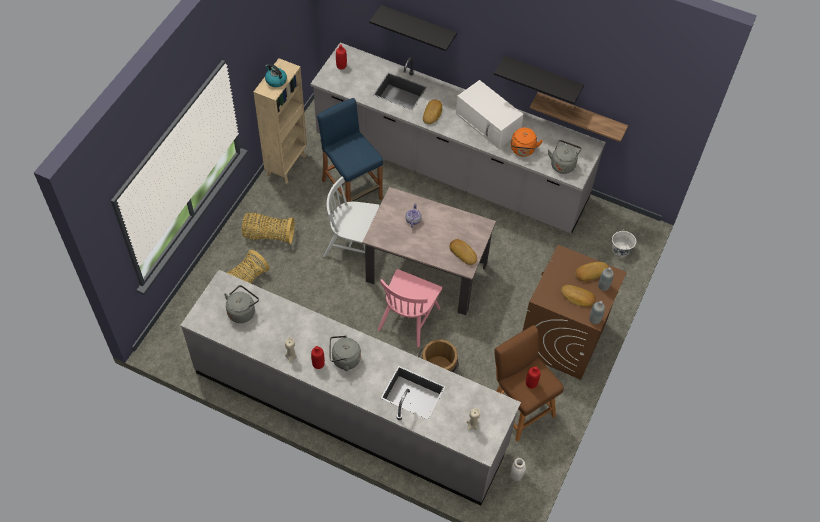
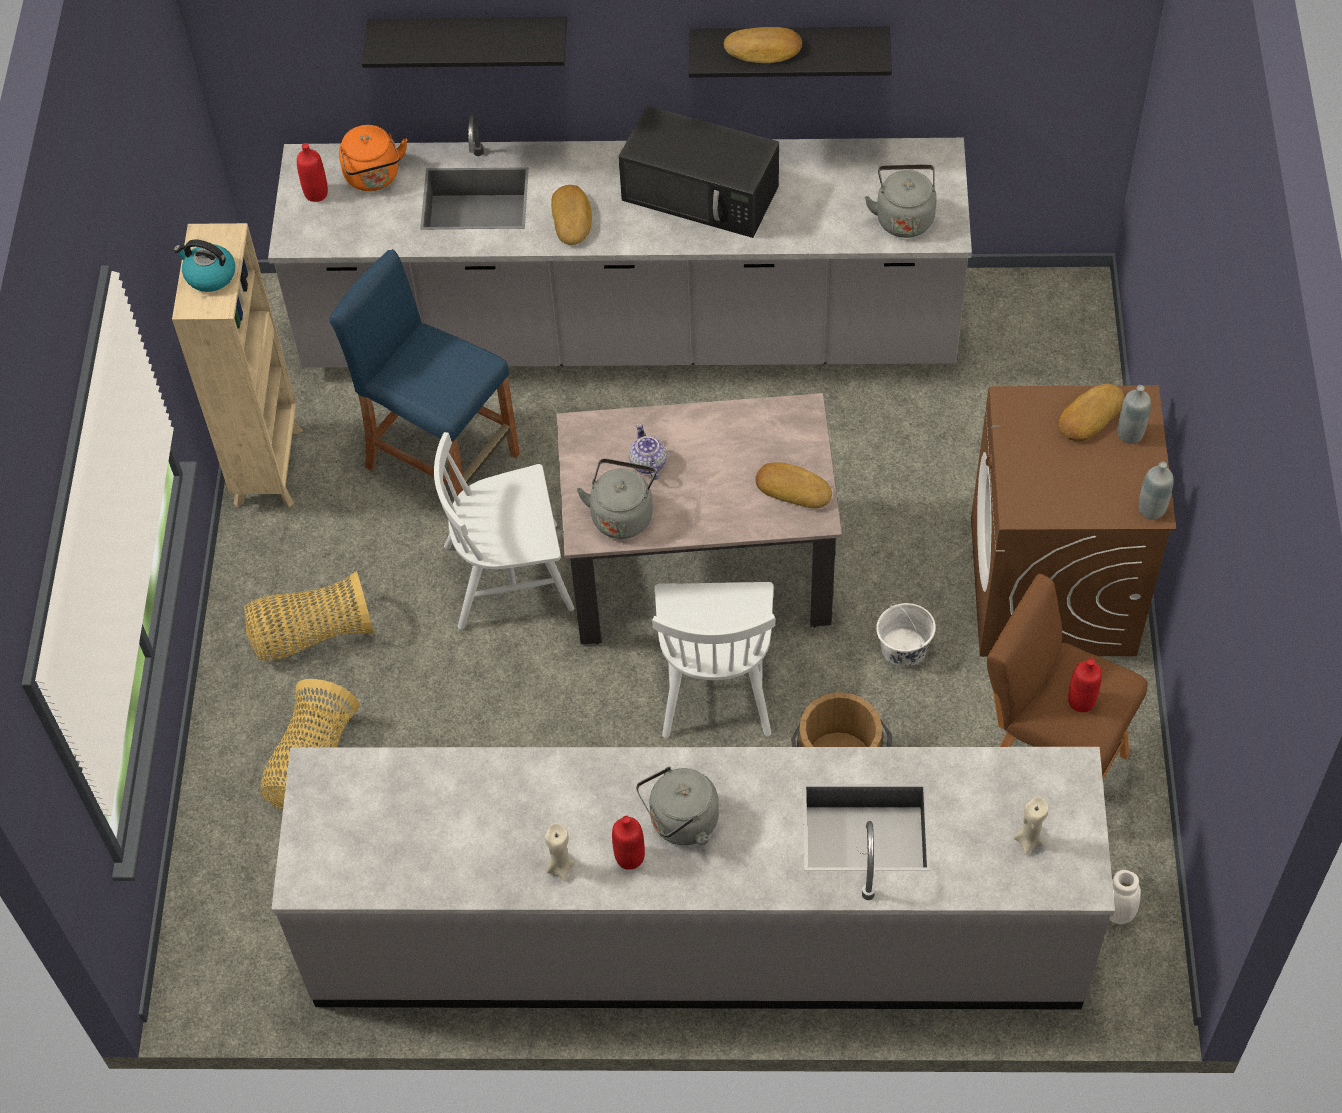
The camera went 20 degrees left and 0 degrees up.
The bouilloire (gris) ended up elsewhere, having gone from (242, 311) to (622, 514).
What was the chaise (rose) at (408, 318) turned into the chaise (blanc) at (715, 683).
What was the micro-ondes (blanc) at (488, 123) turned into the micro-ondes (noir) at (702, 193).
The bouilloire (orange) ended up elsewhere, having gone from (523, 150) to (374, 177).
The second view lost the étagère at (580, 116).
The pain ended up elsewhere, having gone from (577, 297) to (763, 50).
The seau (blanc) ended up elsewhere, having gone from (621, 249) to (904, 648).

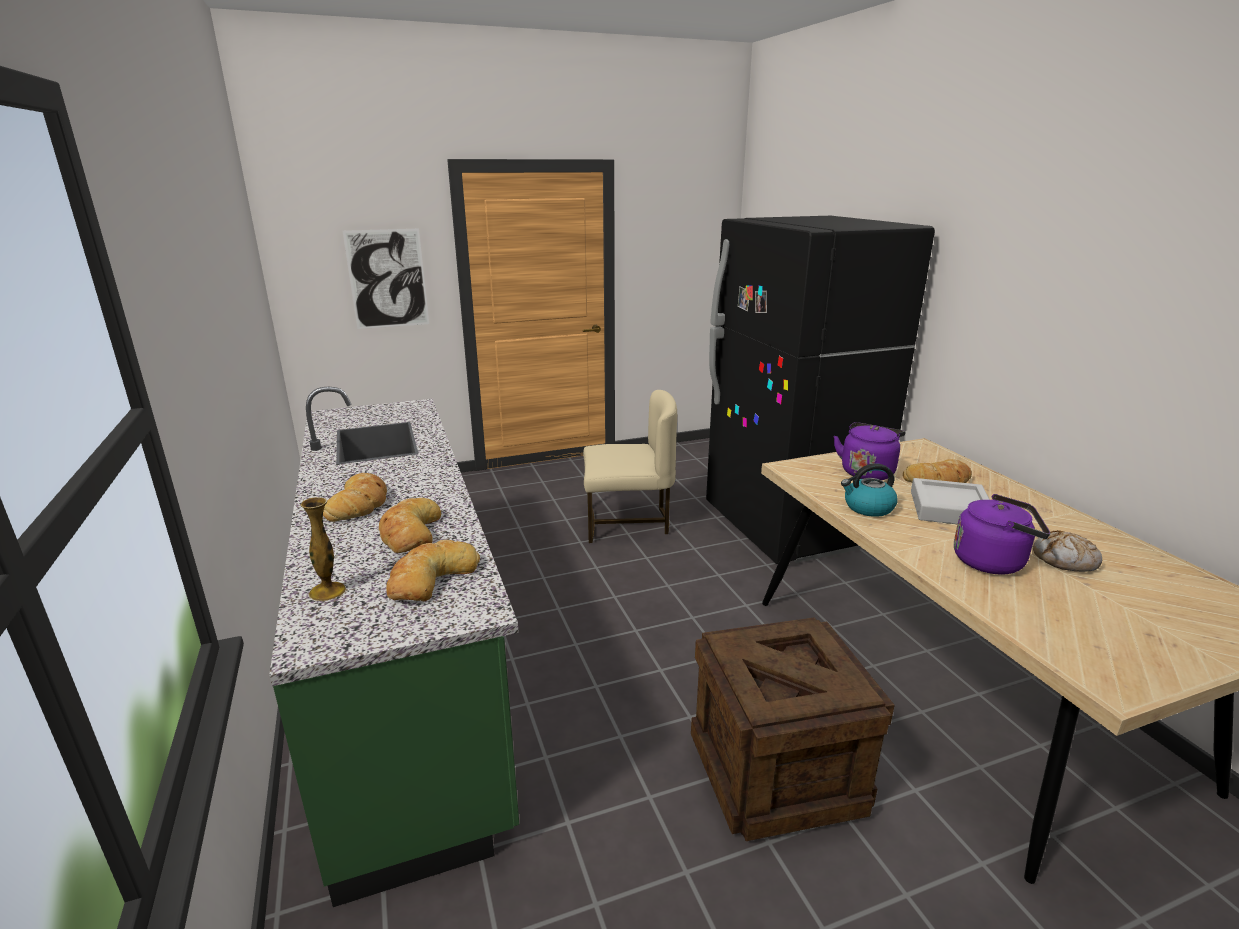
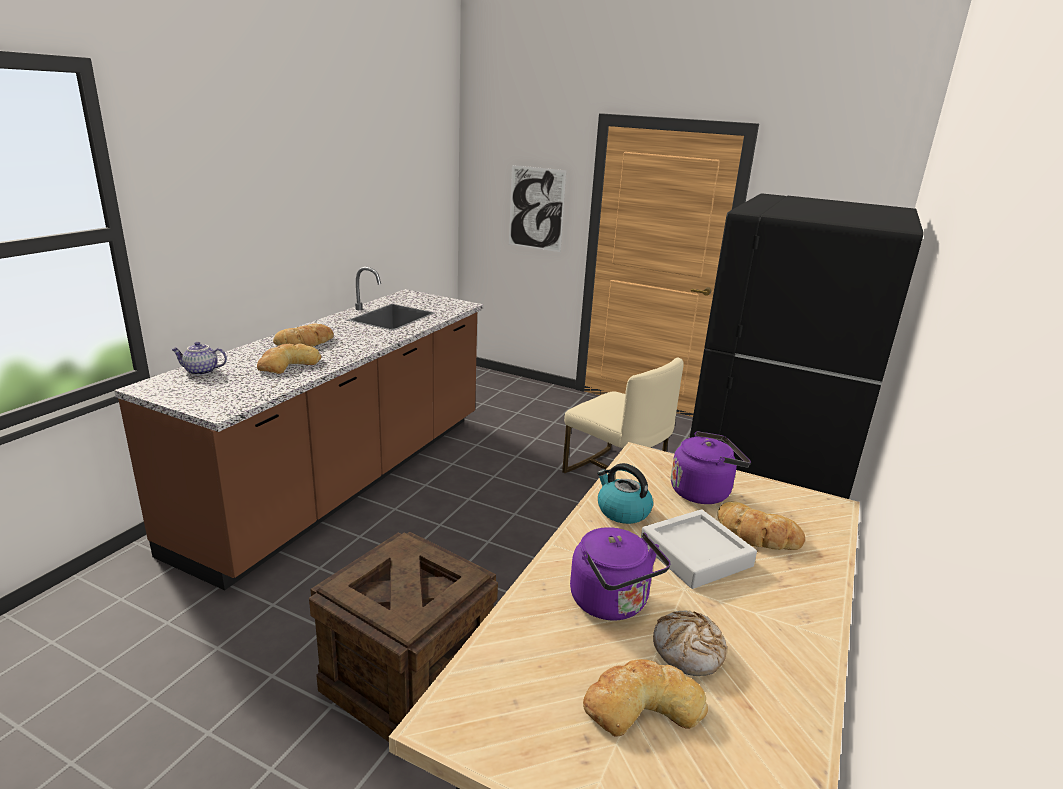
The camera went 45 degrees right and 0 degrees up.
What was the comptoir de cuisine (vert) at (408, 665) turned into the comptoir de cuisine (marron) at (345, 478).
Where the vase stood at (327, 591), the théière came to stand at (201, 371).
The pain ended up elsewhere, having gone from (430, 577) to (641, 704).

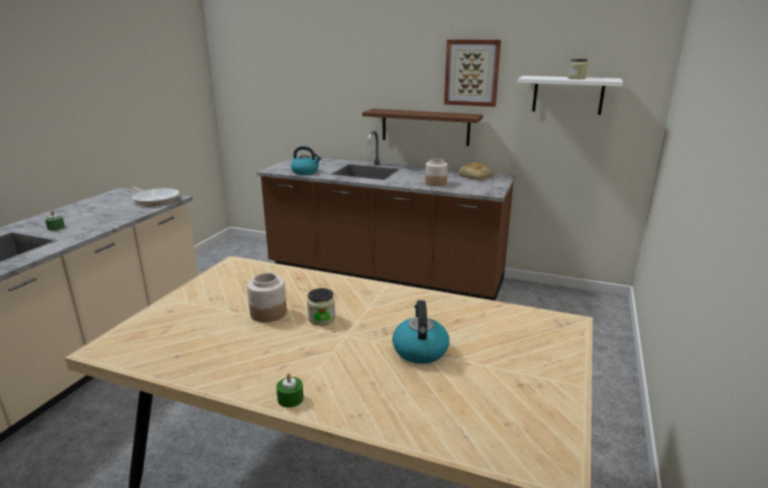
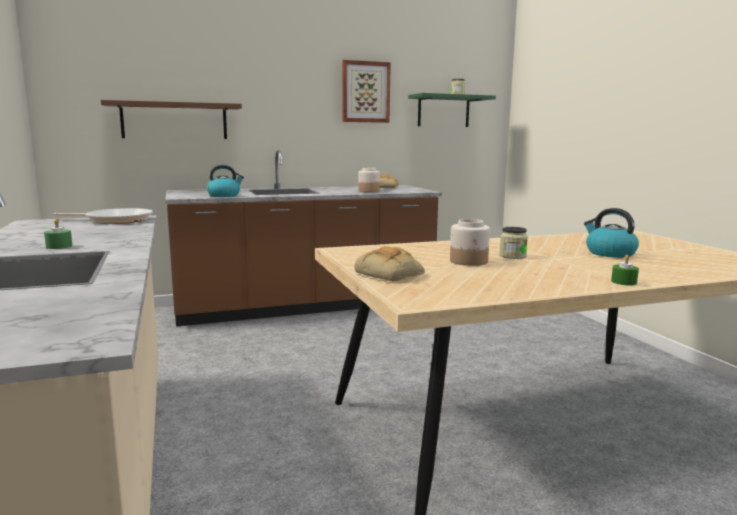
The camera went 40 degrees left and 10 degrees down.
The étagère (marron) ended up elsewhere, having gone from (425, 127) to (174, 121).
What was the étagère (blanc) at (568, 95) turned into the étagère (vert) at (443, 111).
The second view gained the pain at (391, 274).

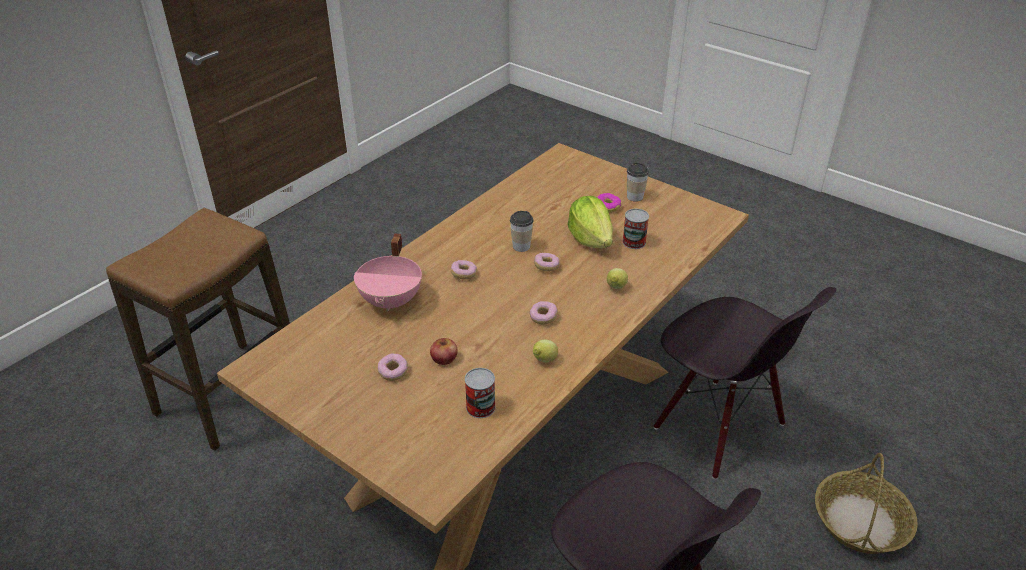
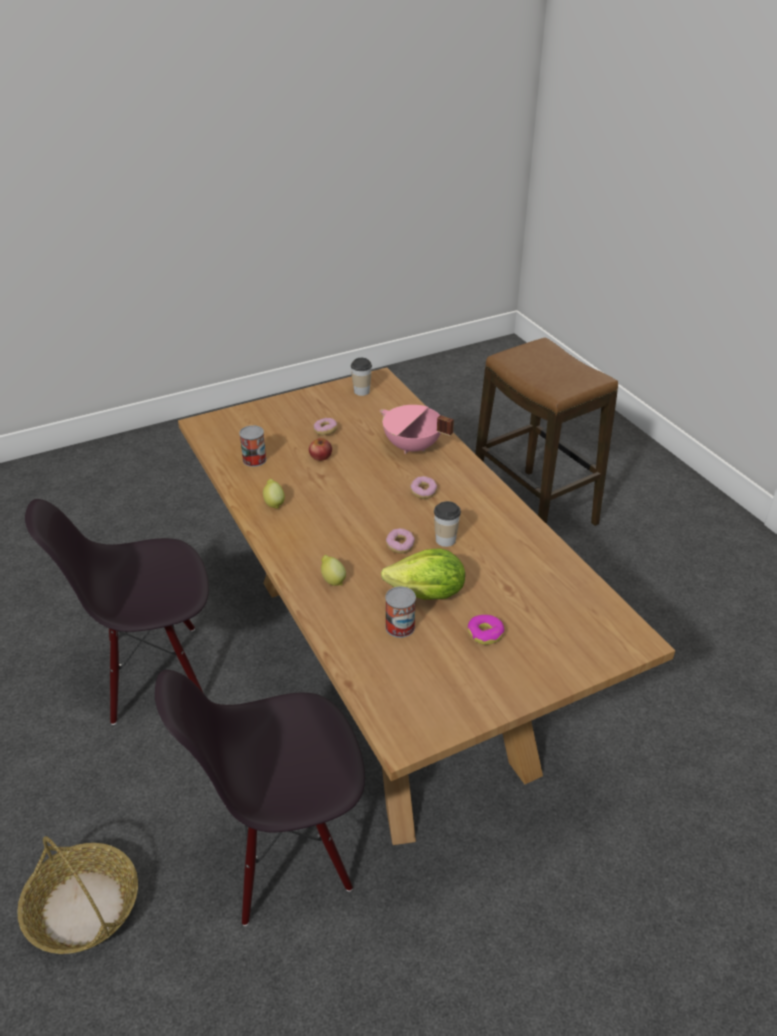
The camera went 115 degrees right and 0 degrees up.
The second view lost the beignet at (543, 317).
The tasse ended up elsewhere, having gone from (635, 197) to (361, 391).

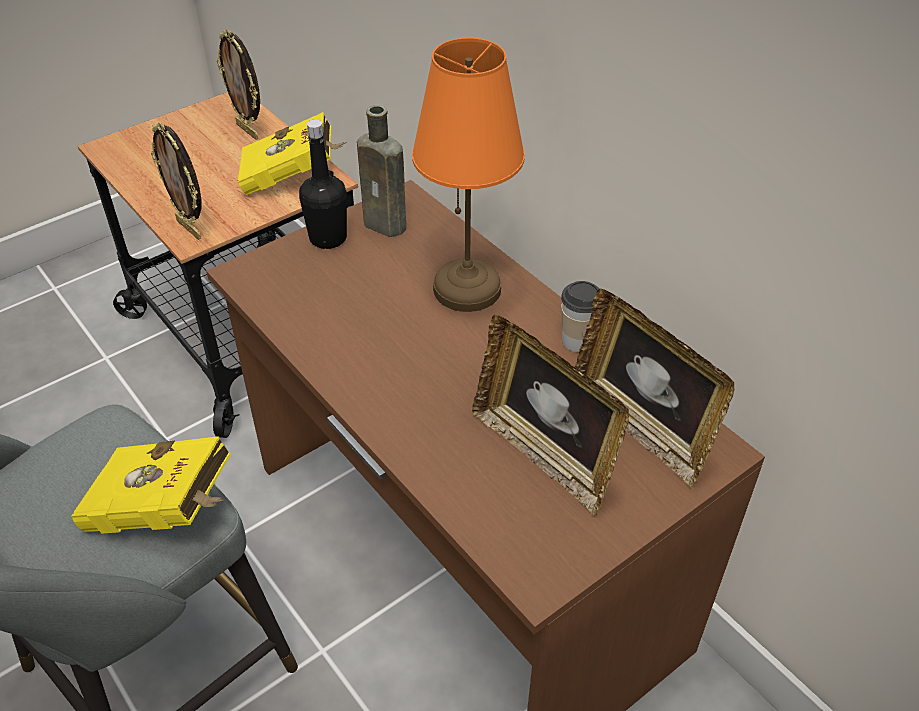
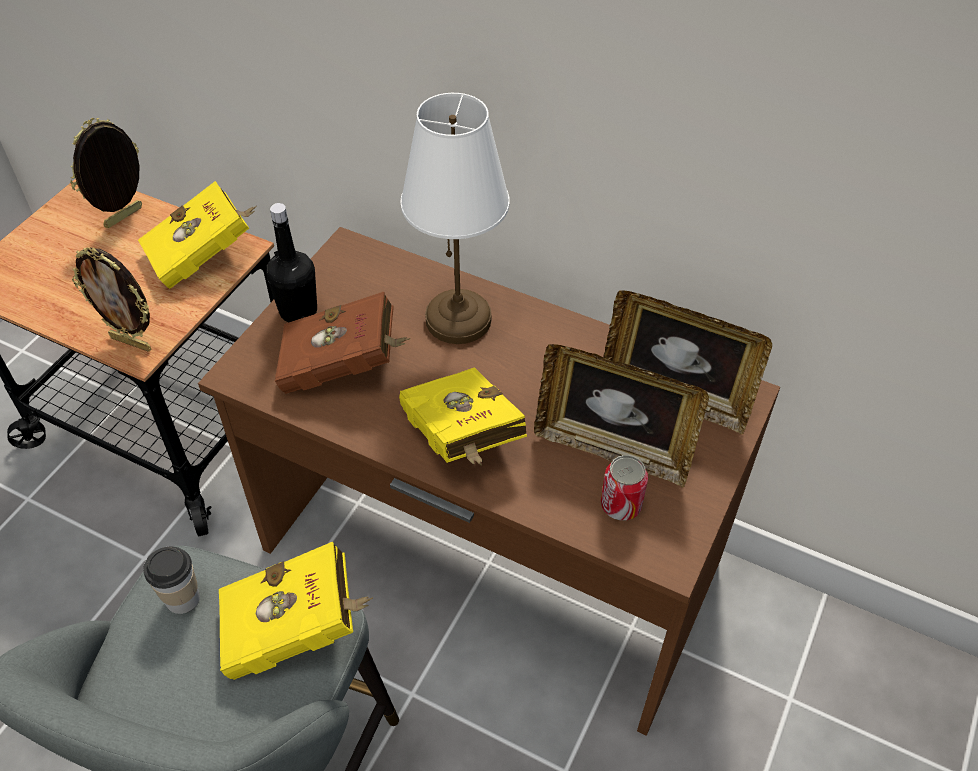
The camera went 25 degrees left and 5 degrees up.
The cadre photo at (248, 131) ended up facing another way, 105 degrees clockwise from before.
The second view lost the bouteille (marron) at (387, 226).
What was the lampe de table (orange) at (468, 287) turned into the lampe de table (blanc) at (458, 318).
The tasse ended up elsewhere, having gone from (577, 341) to (182, 598).
The second view gained the livre (marron) at (344, 366).
The second view gained the livre (jaune) at (462, 440).
The second view gained the boîte métallique at (621, 505).

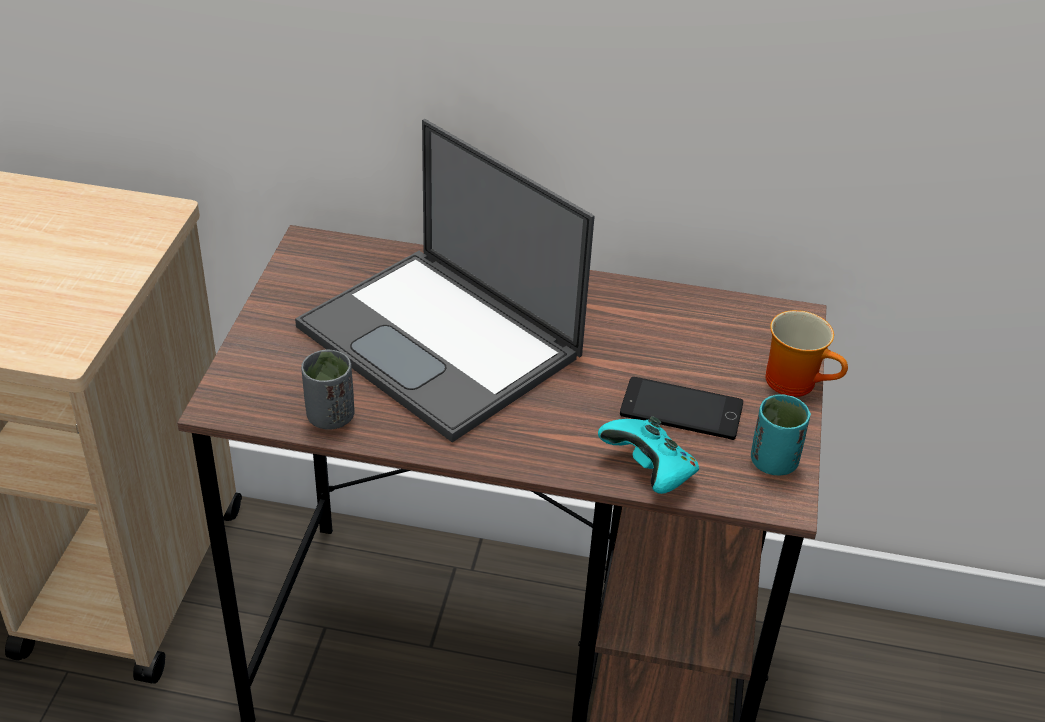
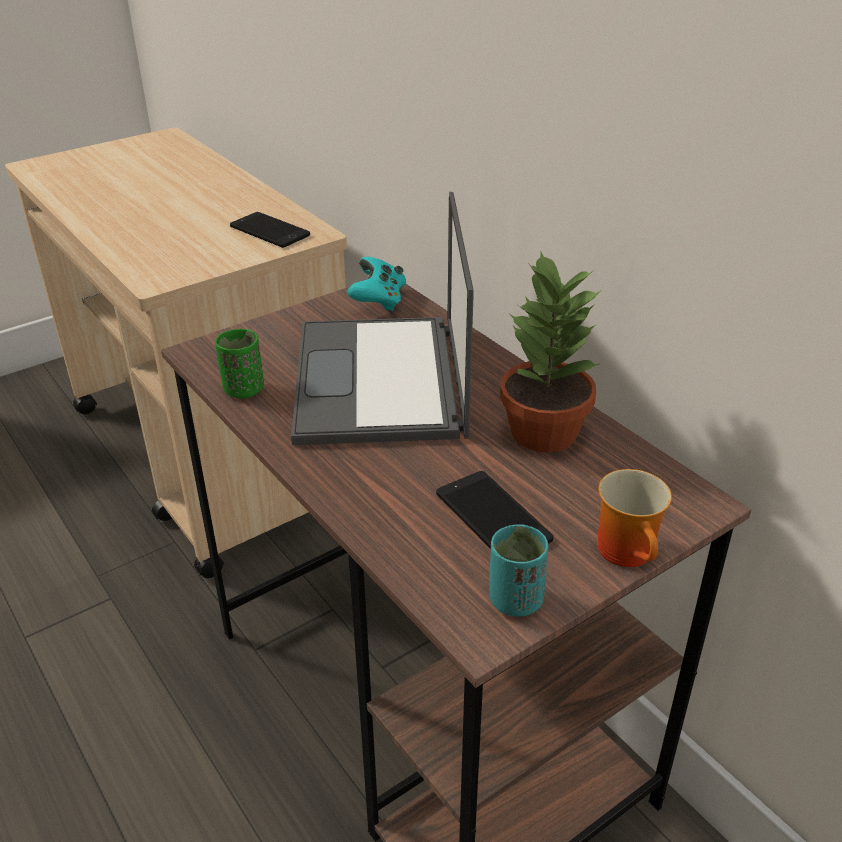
The camera went 45 degrees right and 5 degrees down.
What was the tasse (gris) at (330, 417) turned into the tasse (vert) at (243, 390).
The manette (turquoise) ended up elsewhere, having gone from (650, 472) to (378, 300).
The second view gained the téléphone at (269, 231).
The second view gained the plante en pot at (542, 431).

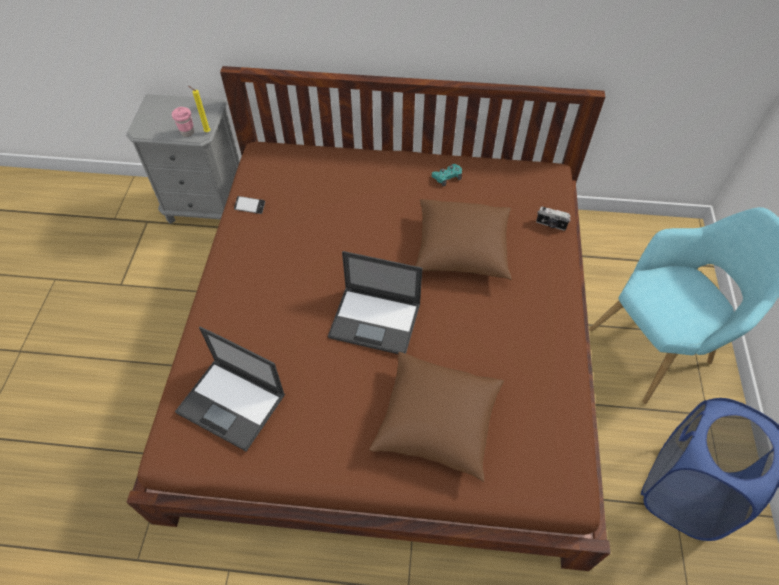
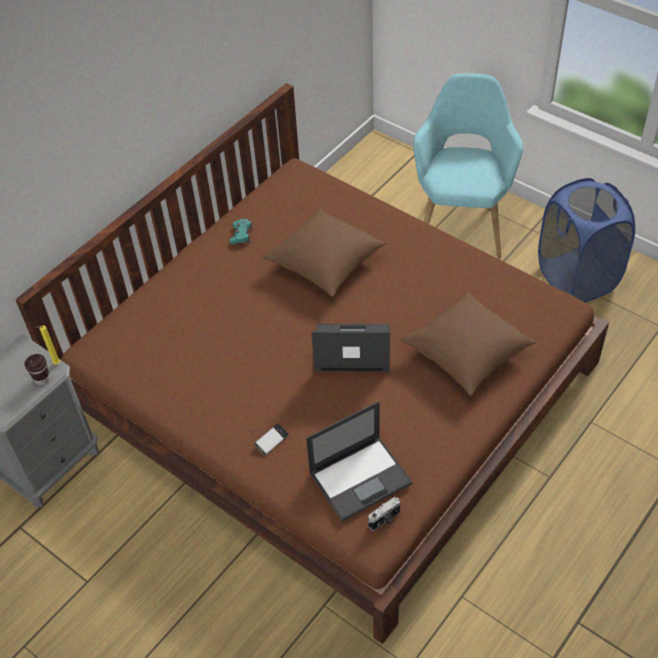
The camera went 55 degrees left and 5 degrees down.
What was the tasse (rose) at (187, 132) turned into the tasse (marron) at (42, 379).
The téléphone ended up elsewhere, having gone from (250, 207) to (271, 441).
The ordinateur portable at (376, 320) ended up facing another way, 135 degrees counterclockwise from before.
The appareil photo ended up elsewhere, having gone from (551, 225) to (385, 519).

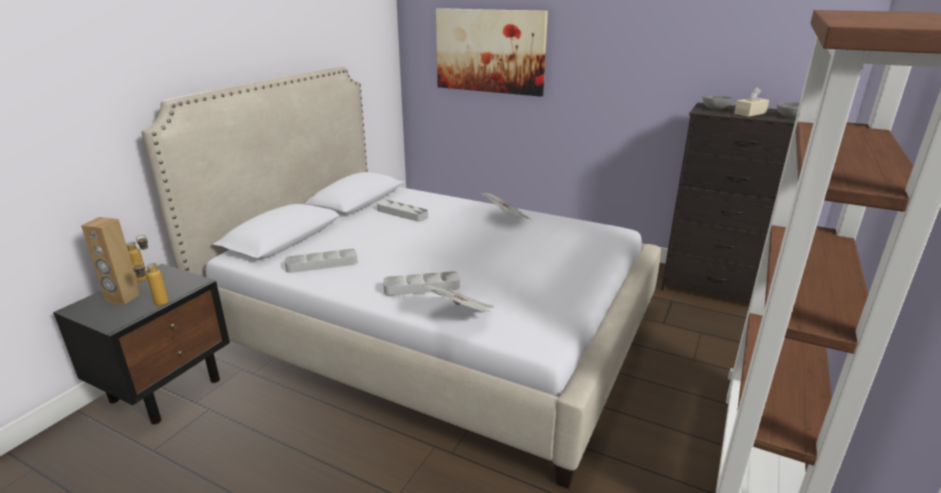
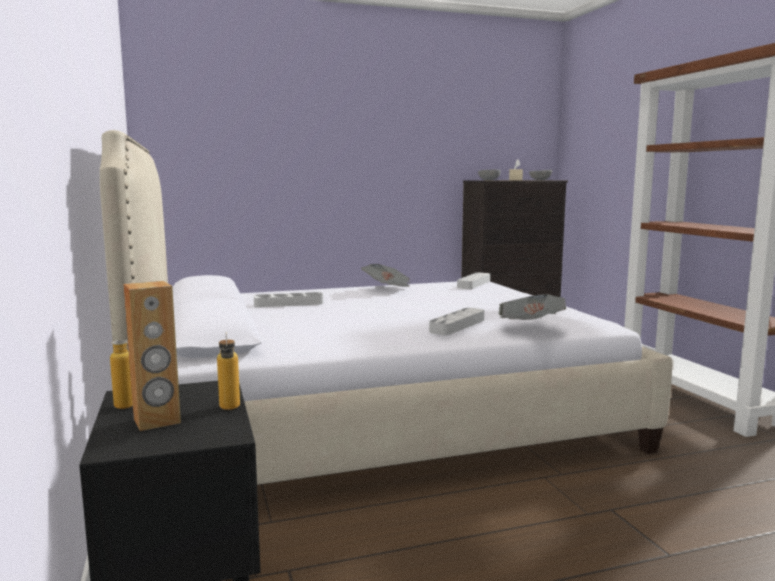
The camera went 45 degrees left and 15 degrees down.
The plateau (gris) ended up elsewhere, having gone from (322, 264) to (474, 284).
The second view lost the tableau at (489, 51).

